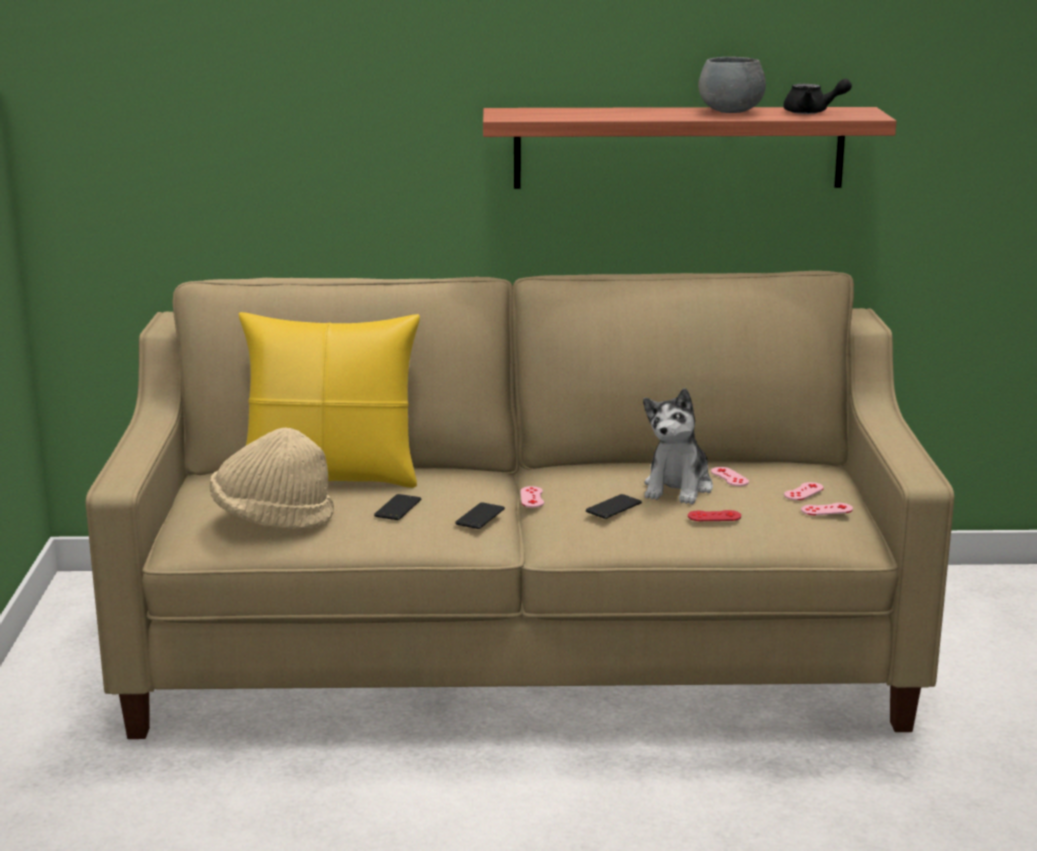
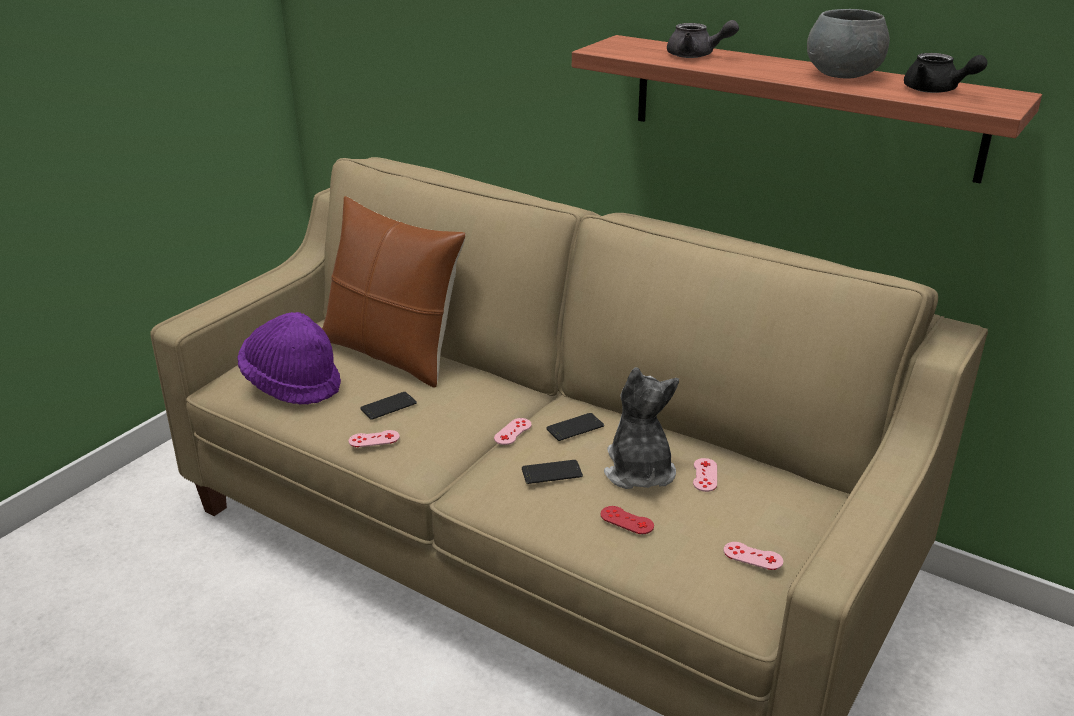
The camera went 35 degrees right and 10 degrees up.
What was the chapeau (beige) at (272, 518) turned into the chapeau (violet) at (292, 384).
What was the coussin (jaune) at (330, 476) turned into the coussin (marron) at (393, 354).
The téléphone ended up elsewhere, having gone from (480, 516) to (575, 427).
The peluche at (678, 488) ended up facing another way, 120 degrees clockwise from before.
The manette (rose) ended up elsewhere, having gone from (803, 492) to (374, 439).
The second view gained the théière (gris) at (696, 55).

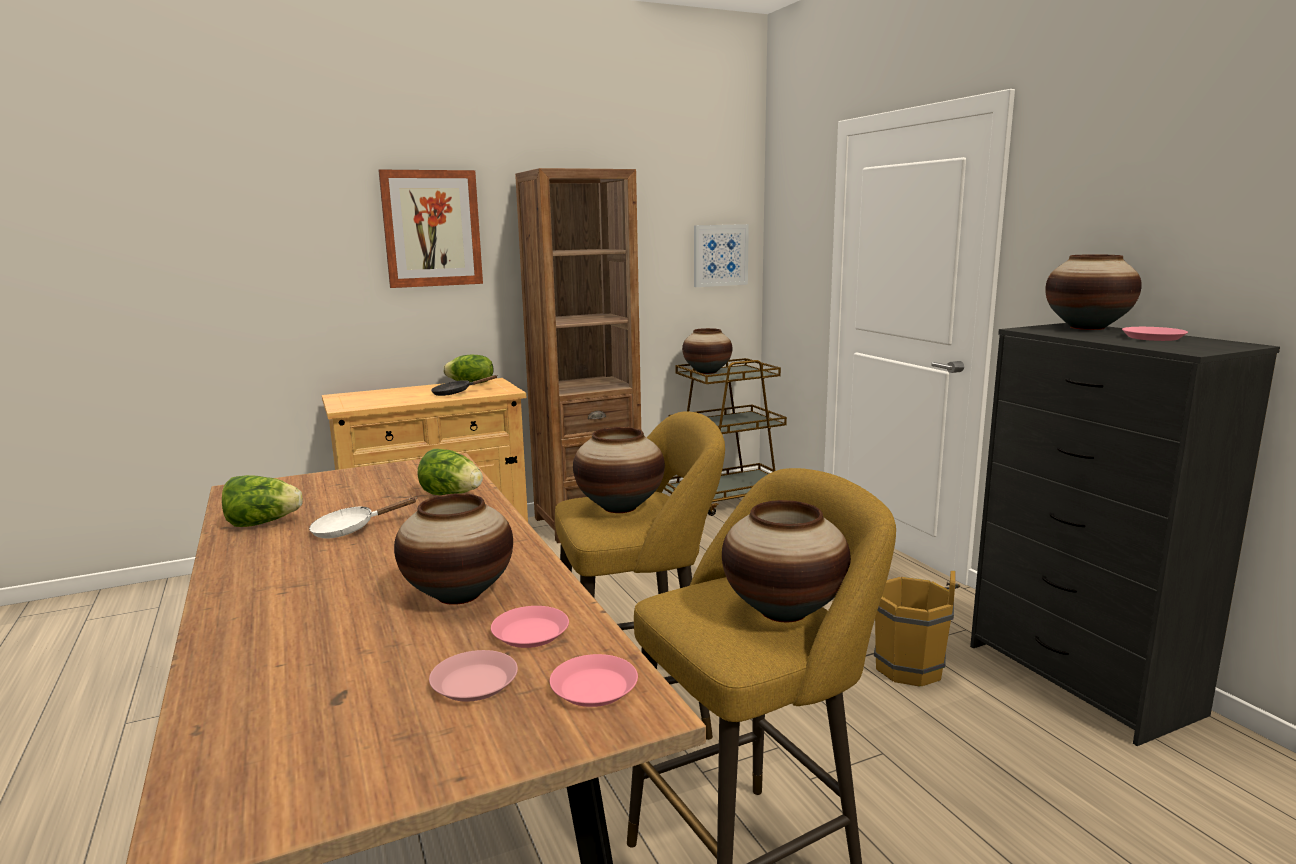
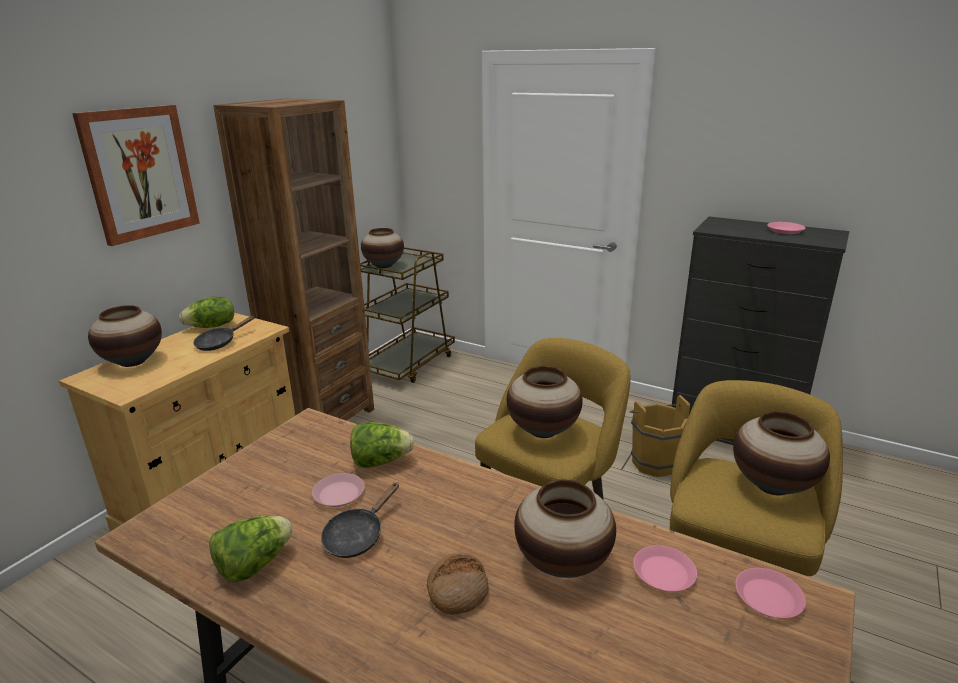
The camera went 35 degrees left and 10 degrees up.
What was the poêle (blanc) at (350, 530) turned into the poêle (noir) at (357, 536).
The assiette (rose) ended up elsewhere, having gone from (475, 682) to (339, 494).
The second view lost the tableau at (720, 255).
The vase ended up elsewhere, having gone from (1087, 327) to (133, 361).
The second view gained the pain at (457, 590).

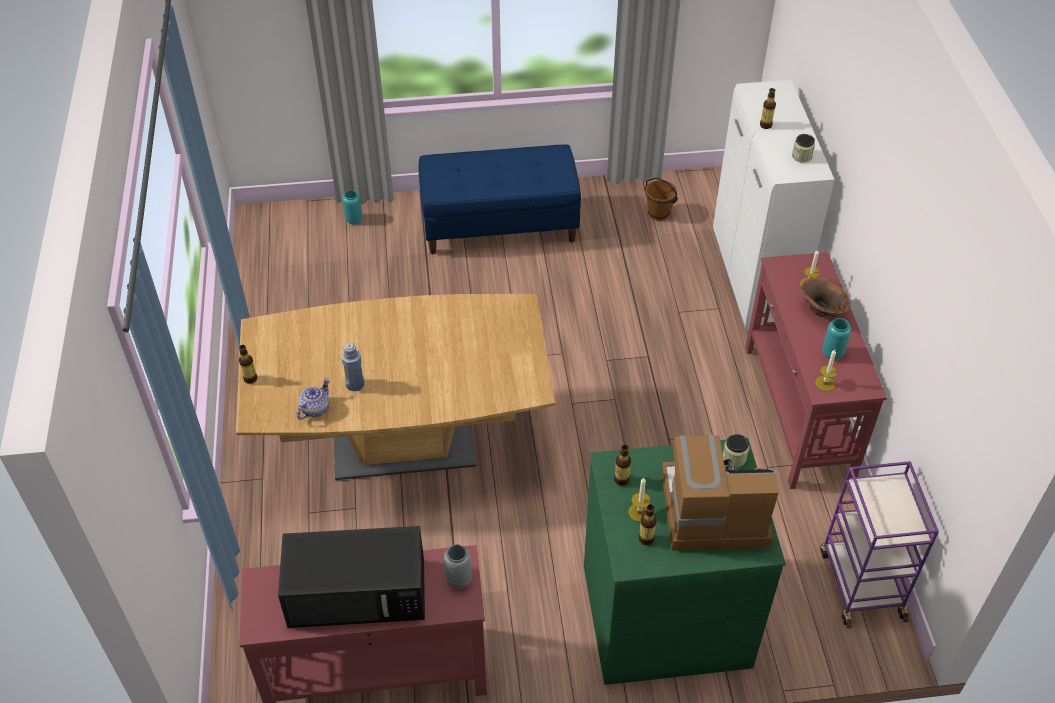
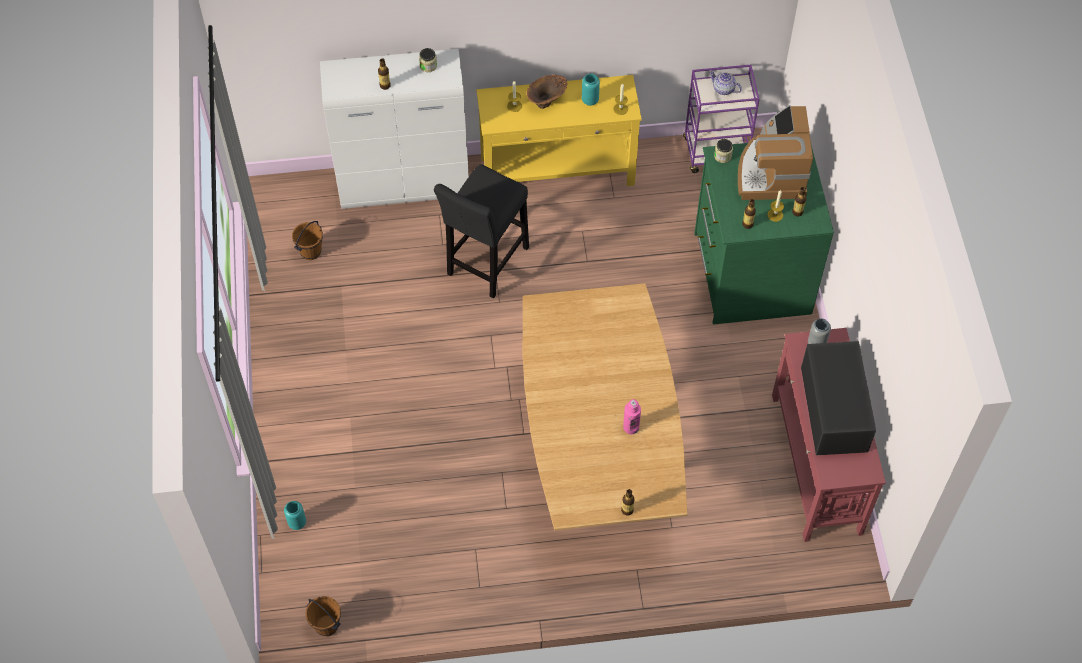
The camera went 90 degrees left and 10 degrees up.
The théière ended up elsewhere, having gone from (315, 409) to (723, 89).
What was the bouteille (bleu) at (355, 384) turned into the bouteille (rose) at (631, 427).
The second view lost the banc (bleu) at (500, 226).
What was the table console (rouge) at (797, 412) turned into the table console (jaune) at (558, 172).
The second view gained the seau (marron) at (327, 625).
The second view gained the tabouret (noir) at (486, 265).

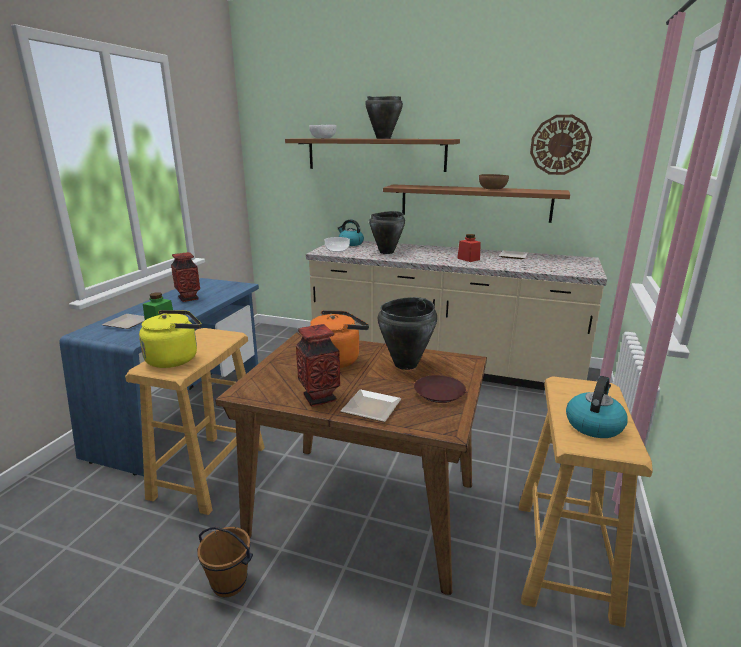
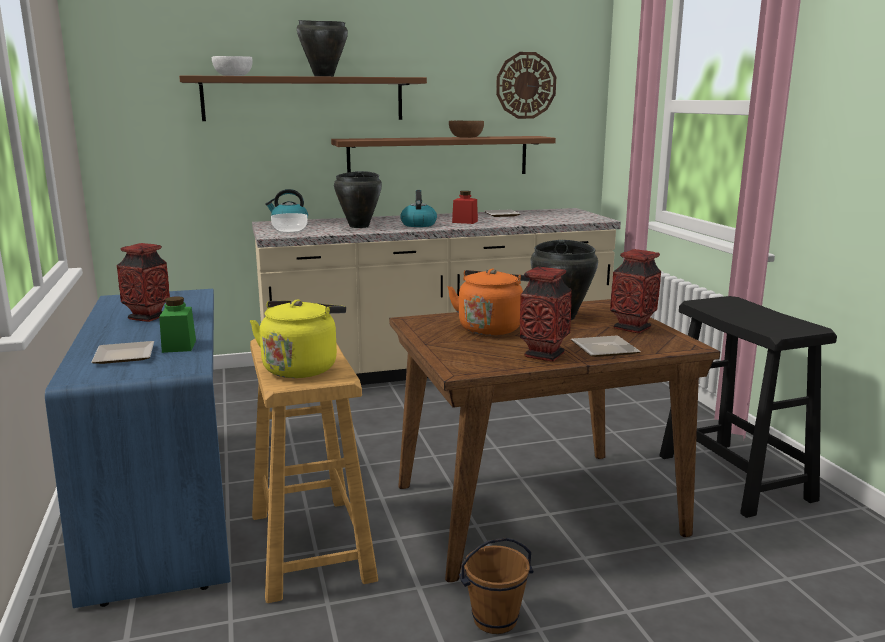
The camera went 35 degrees left and 5 degrees down.
Where the assiette (marron) stood at (439, 393), the vase came to stand at (632, 328).
What was the tabouret (beige) at (564, 559) turned into the tabouret (noir) at (735, 478).
The bouilloire ended up elsewhere, having gone from (593, 425) to (418, 224).

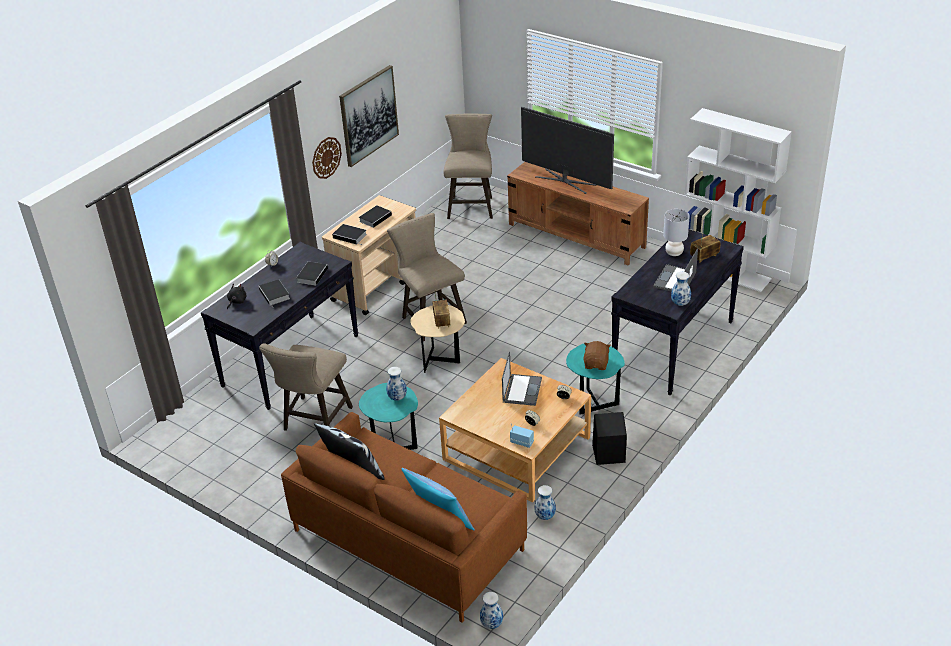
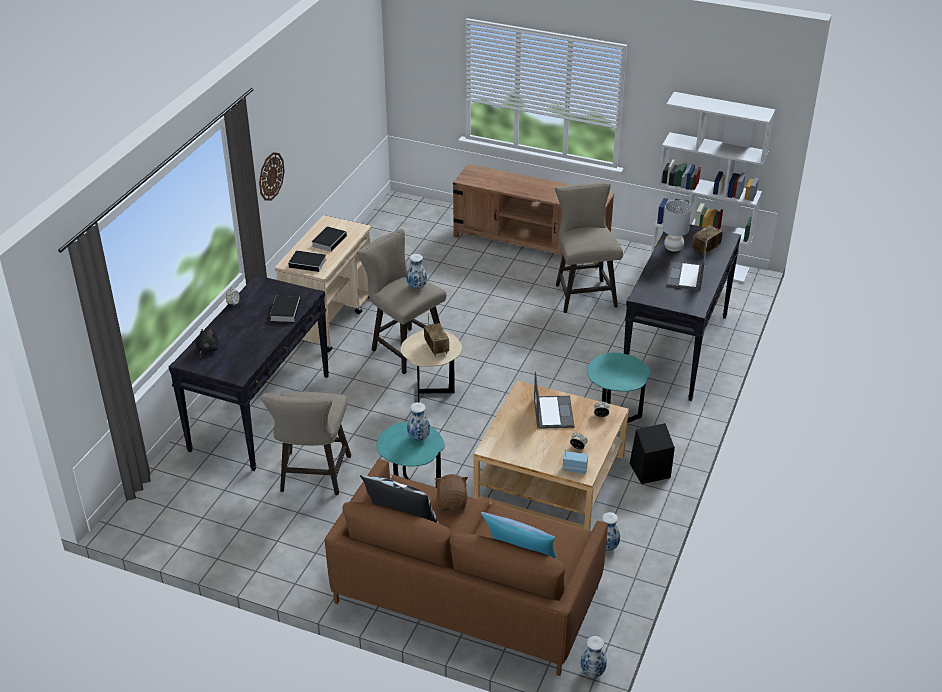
The camera went 15 degrees left and 0 degrees up.
The second view lost the livre at (275, 295).
The second view lost the tableau at (368, 115).
The tabouret (beige) ended up elsewhere, having gone from (471, 205) to (583, 293).
The second view lost the téléviseur at (565, 181).
The peluche (marron) ended up elsewhere, having gone from (596, 364) to (452, 502).
The vase ended up elsewhere, having gone from (680, 303) to (417, 287).

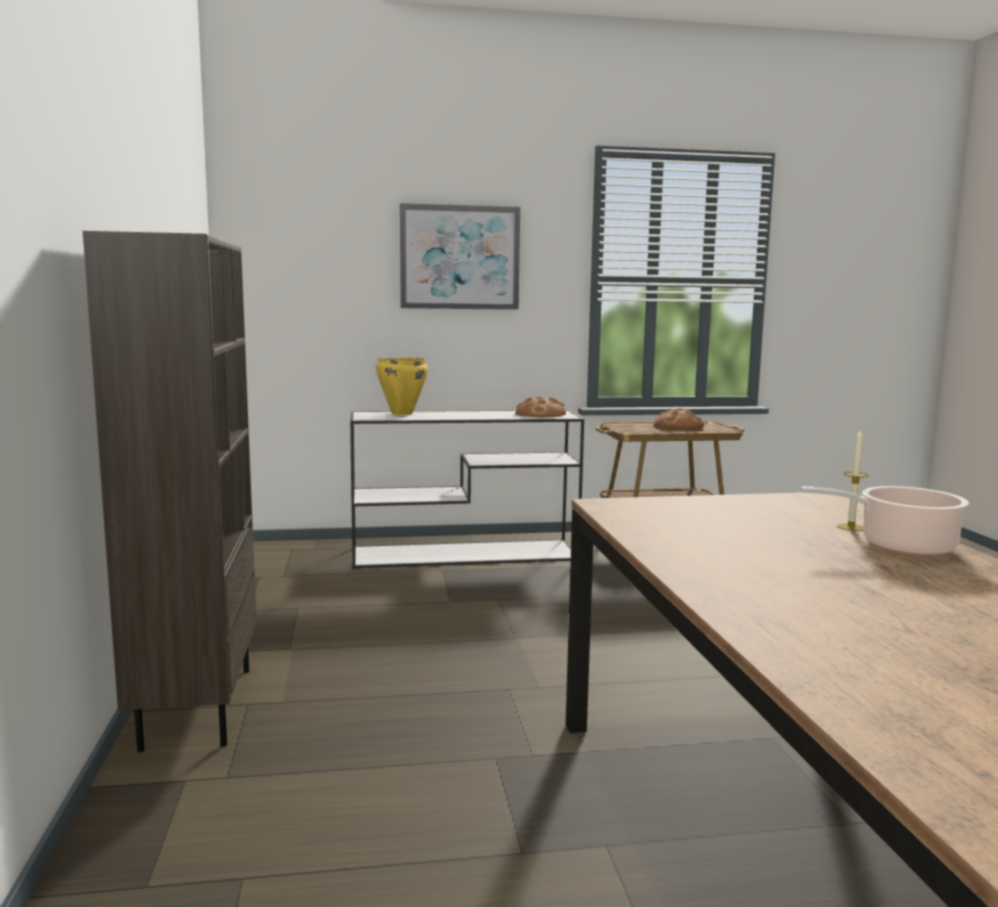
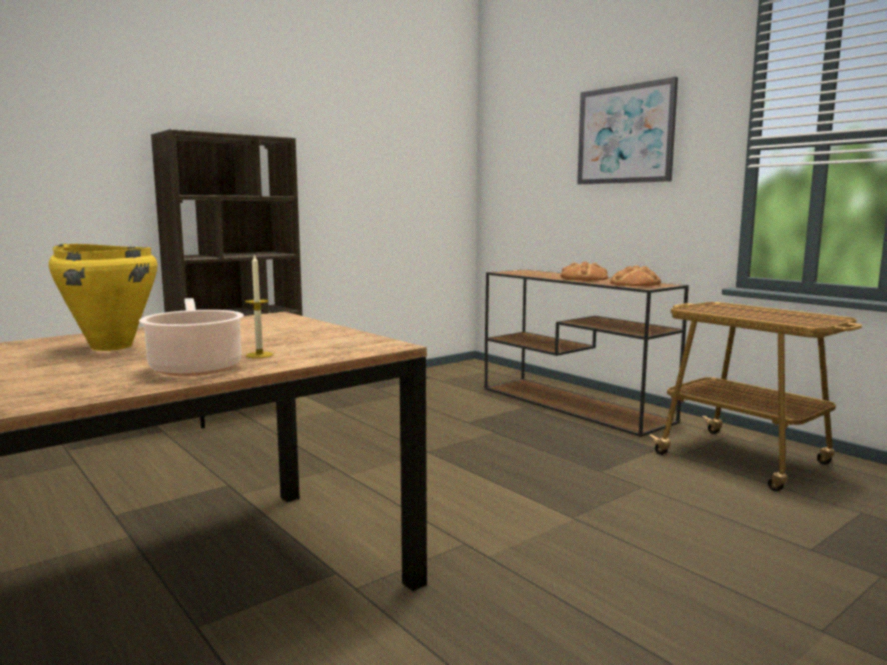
The camera went 60 degrees right and 0 degrees up.
What was the table console (blanc) at (466, 553) turned into the table console (marron) at (575, 405).
The marmite (jaune) ended up elsewhere, having gone from (401, 413) to (111, 346).
The pain ended up elsewhere, having gone from (678, 425) to (584, 278).

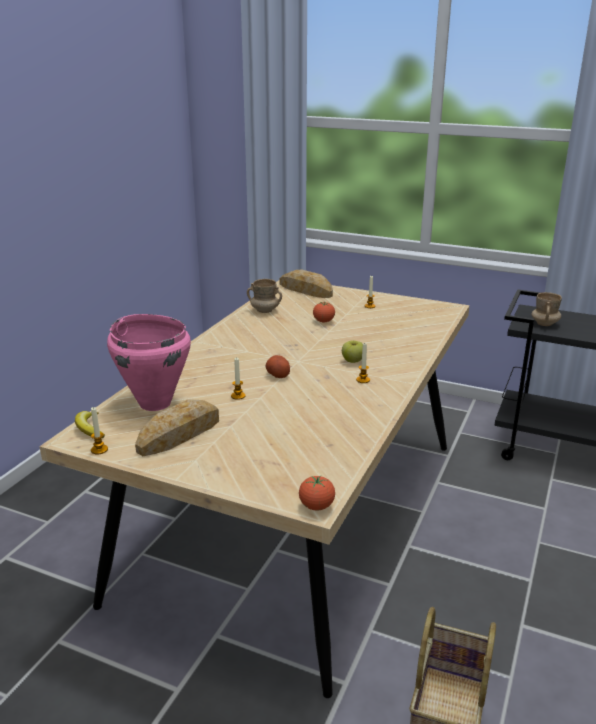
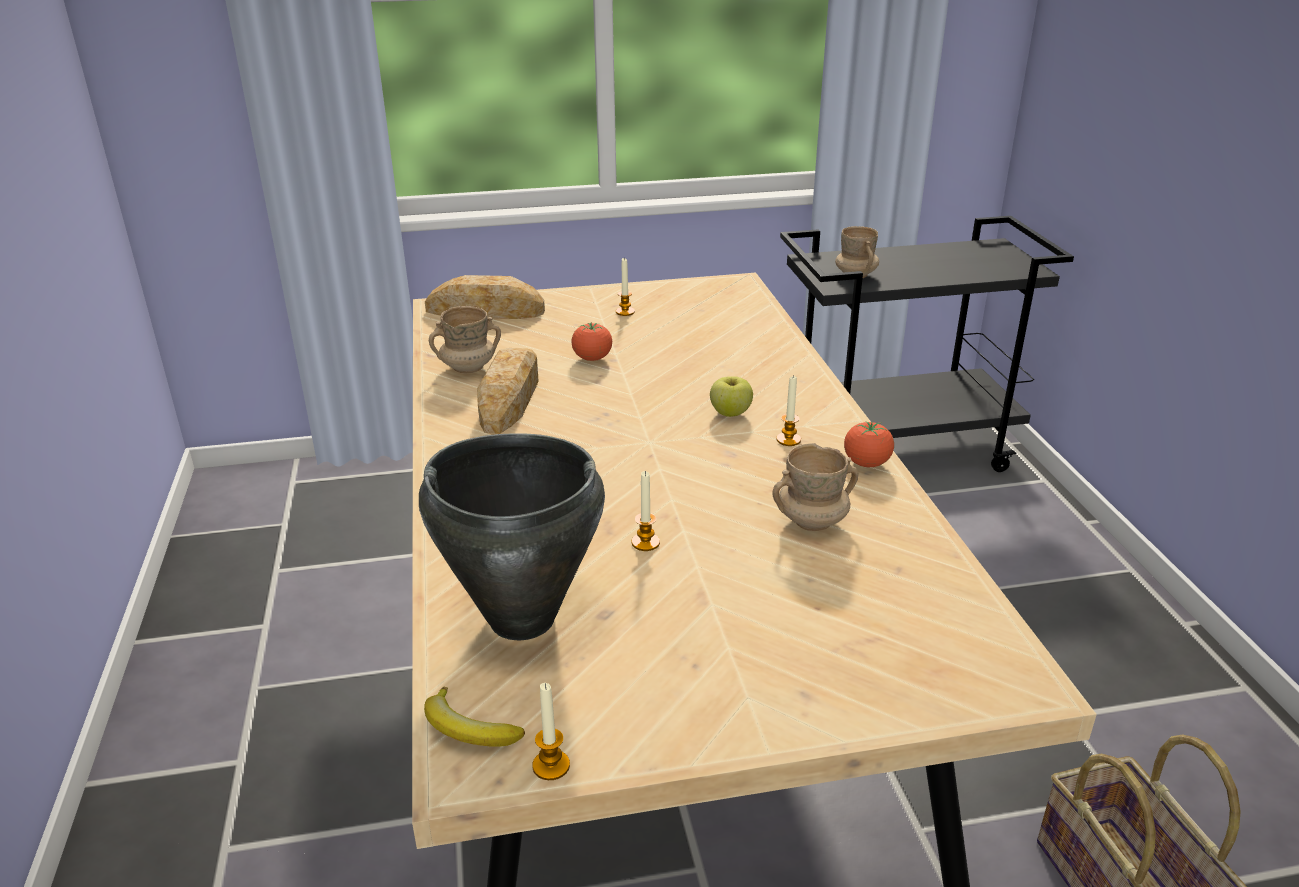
The camera went 35 degrees left and 5 degrees up.
What was the marmite (rose) at (155, 403) turned into the marmite (noir) at (521, 618).
The pain ended up elsewhere, having gone from (179, 434) to (509, 398).
The second view lost the pomme de terre at (277, 374).
The tomate ended up elsewhere, having gone from (316, 506) to (866, 463).
The second view gained the mug (beige) at (812, 520).

